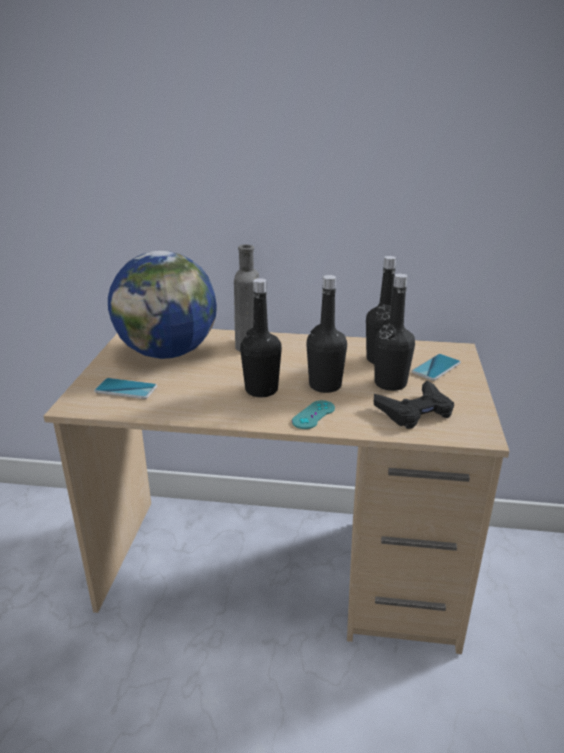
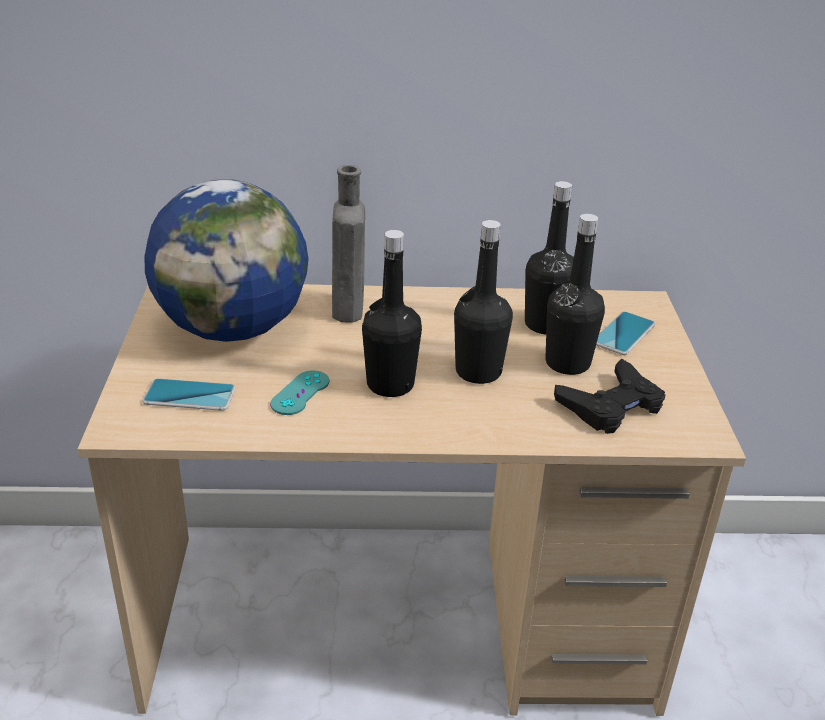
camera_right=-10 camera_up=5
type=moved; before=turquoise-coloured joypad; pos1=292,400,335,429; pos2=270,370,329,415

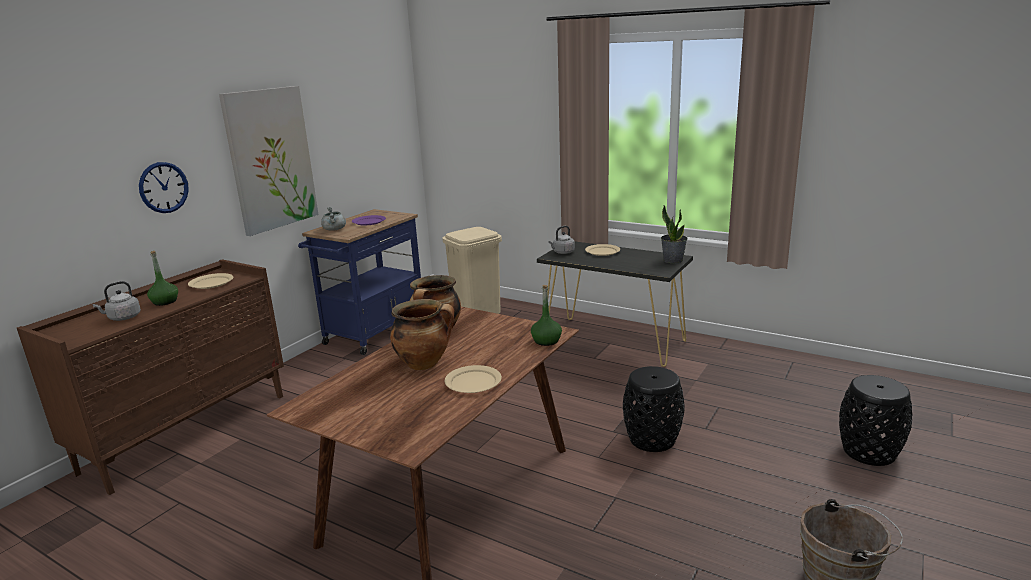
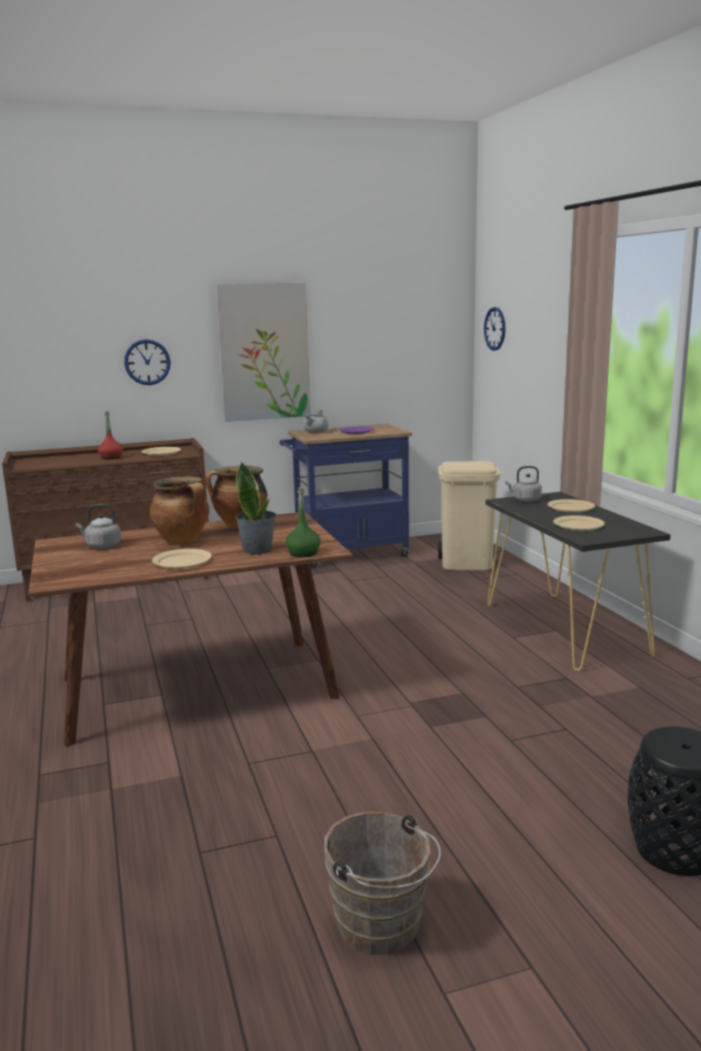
camera_right=40 camera_up=-5
type=moved; before=grey tea kettle; pos1=93,281,141,321; pos2=76,504,121,548
type=recoloured; before=green bottle; after=reddish bottle; pos1=147,251,178,306; pos2=98,411,123,460
type=removed; before=black-coloured stool seat; pos1=623,366,684,452
type=moved; before=houseplant; pos1=661,205,688,263; pos2=235,462,276,555
type=added; after=clock on the wall; pos2=484,307,506,351
type=added; after=sand-coloured flat dish; pos2=553,515,605,531

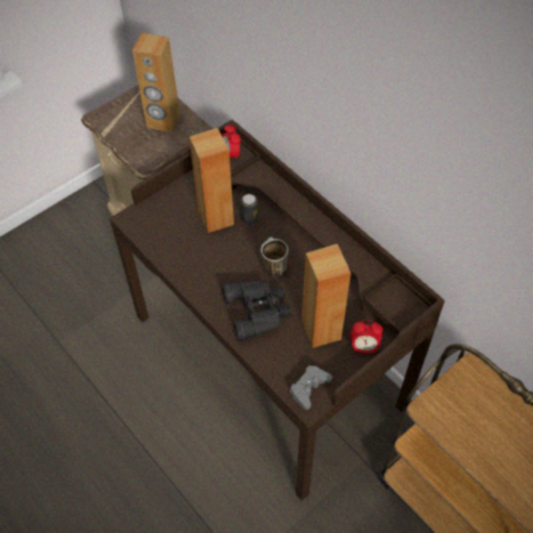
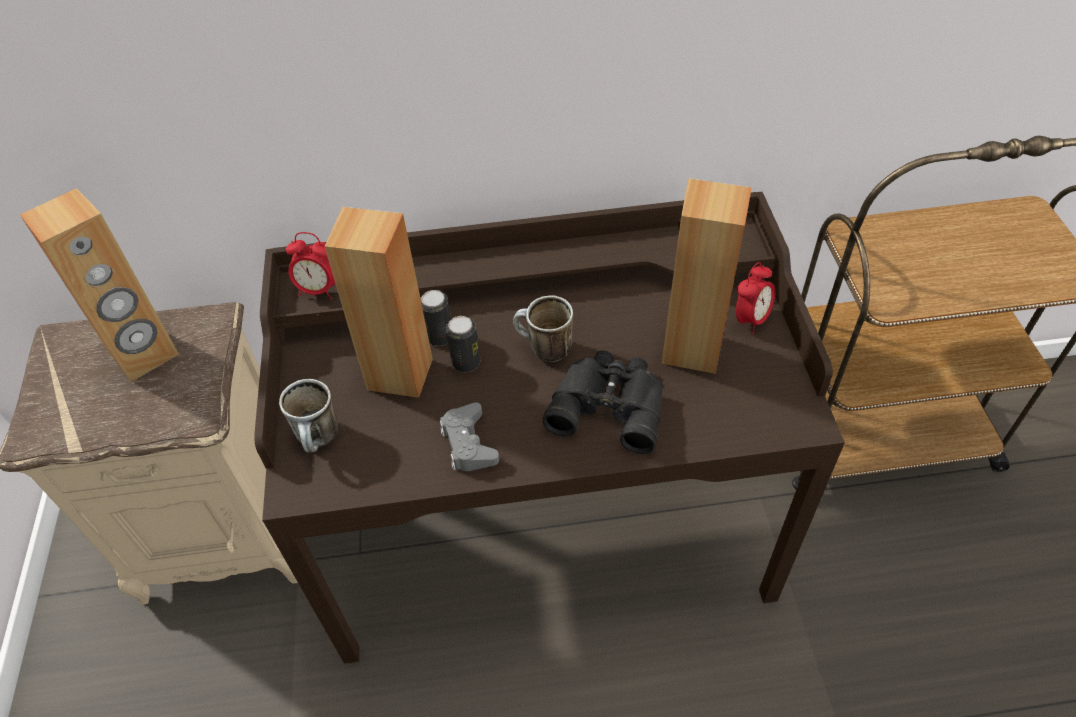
camera_right=-55 camera_up=-5
type=moved; before=grey joypad; pos1=290,365,332,410; pos2=440,402,499,471
type=added; after=tea mug; pos2=279,379,338,453
type=added; after=can; pos2=446,316,480,372

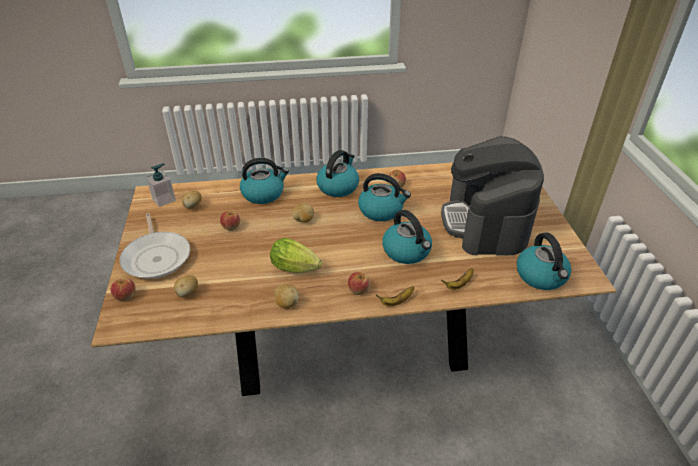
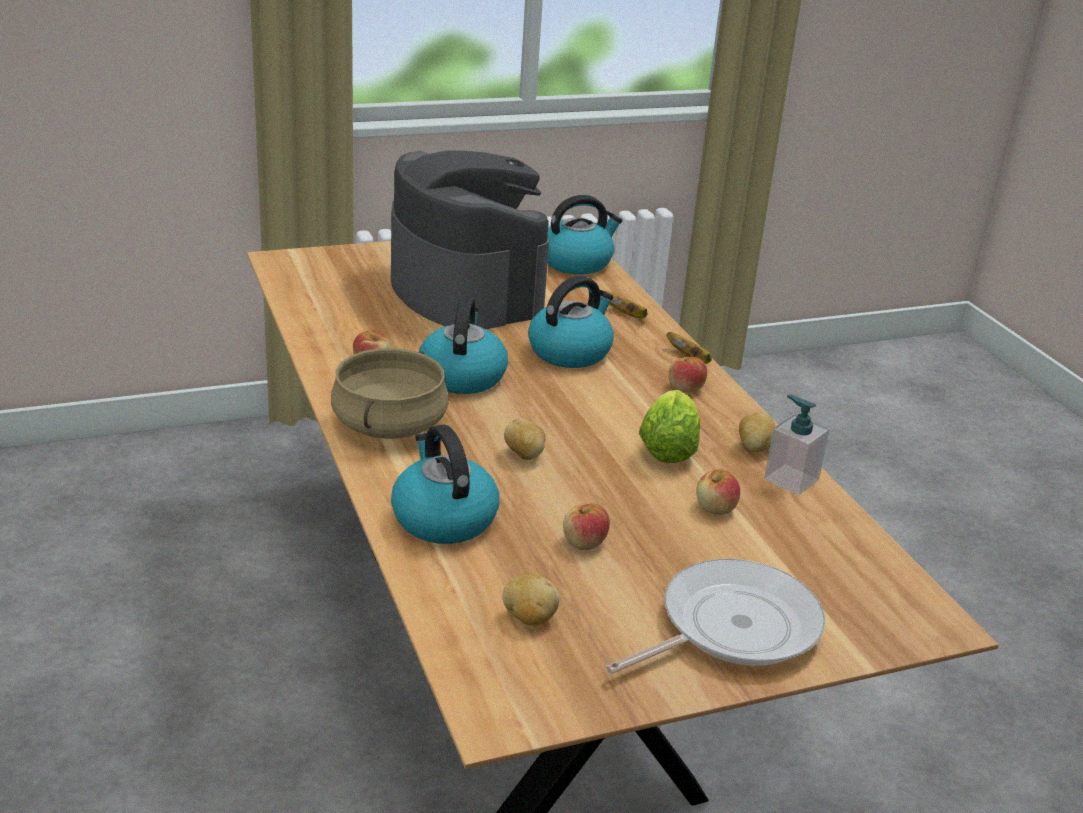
camera_right=-105 camera_up=-10
type=moved; before=whole apple; pos1=111,278,136,301; pos2=696,469,740,515
type=moved; before=soap bottle; pos1=146,163,176,207; pos2=764,394,830,495
type=removed; before=spud; pos1=174,275,198,298
type=replaced; before=tea kettle; after=sand-coloured cooking pot; pos1=316,150,359,197; pos2=331,348,449,439
type=turned; before=coffee maker; pos1=441,136,544,255; pos2=391,150,549,329; turn=-105

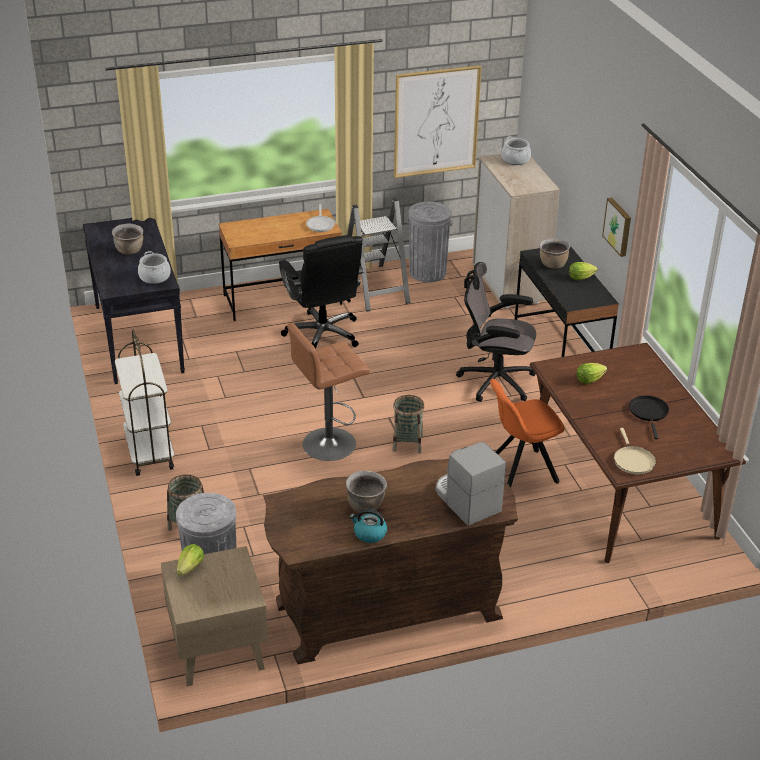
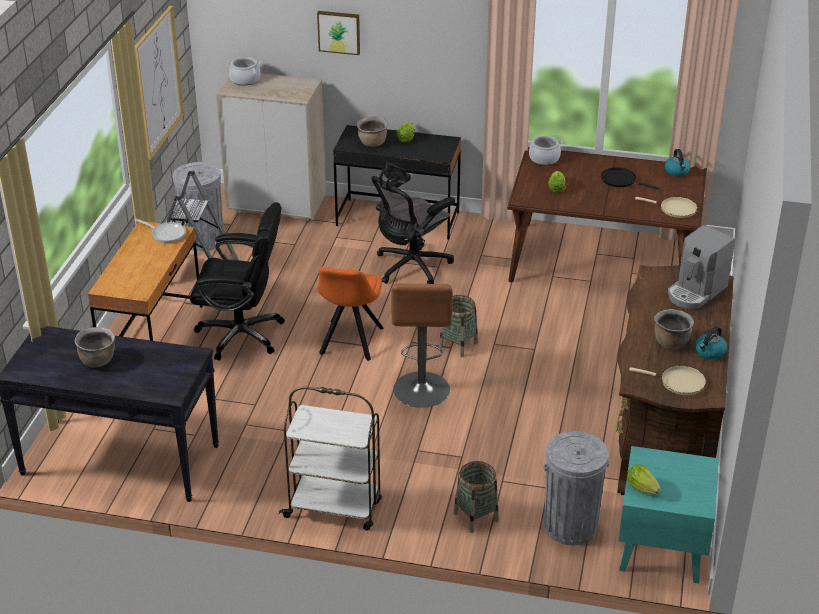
camera_right=-60 camera_up=0
type=moved; before=cooking pot; pos1=138,251,171,284; pos2=528,136,563,165
type=recoloured; before=sand-coloured nightstand; after=turquoise-coloured nightstand; pos1=161,546,268,687; pos2=619,446,719,584
type=turned; before=coffee maker; pos1=436,442,506,526; pos2=668,225,735,309; turn=-45
type=moved; before=orange-coloured chair; pos1=490,379,565,487; pos2=317,267,384,361
type=moved; before=wall art; pos1=602,198,631,257; pos2=317,11,360,55
type=added; after=sand-coloured skillet; pos2=629,365,706,395
type=added; after=tea kettle; pos2=665,149,690,177

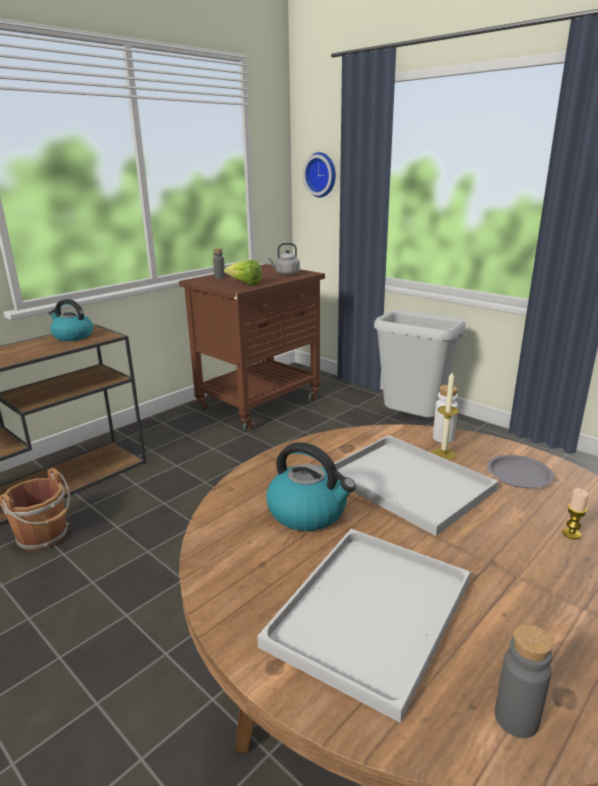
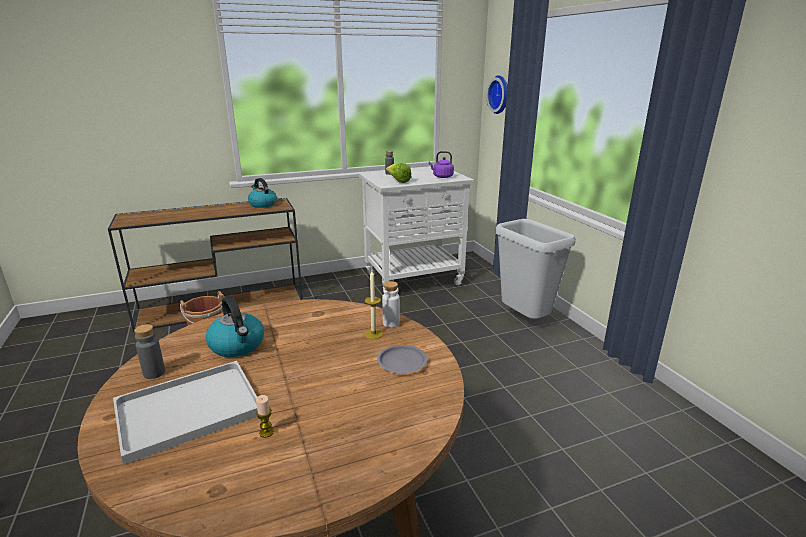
camera_right=25 camera_up=0
type=recoloured; before=brown cart; after=whitish cart; pos1=179,264,325,432; pos2=359,167,474,294
type=recoloured; before=grey tea kettle; after=purple tea kettle; pos1=268,243,300,275; pos2=429,151,454,178
type=removed; before=whitish carrying tray; pos1=334,435,498,536
type=moved; before=grey bottle; pos1=495,624,553,738; pos2=134,324,165,379
type=moved; before=wax candle; pos1=563,488,588,540; pos2=256,395,274,438

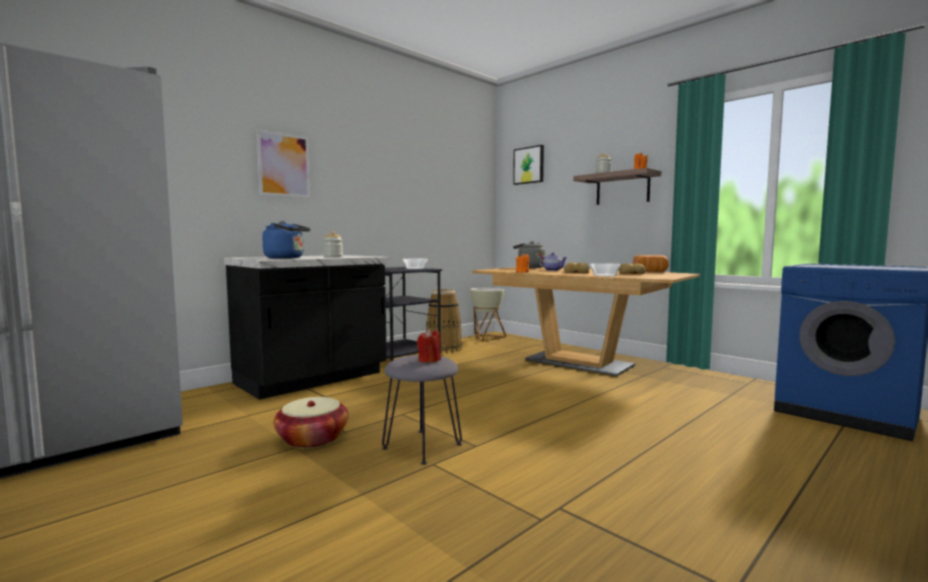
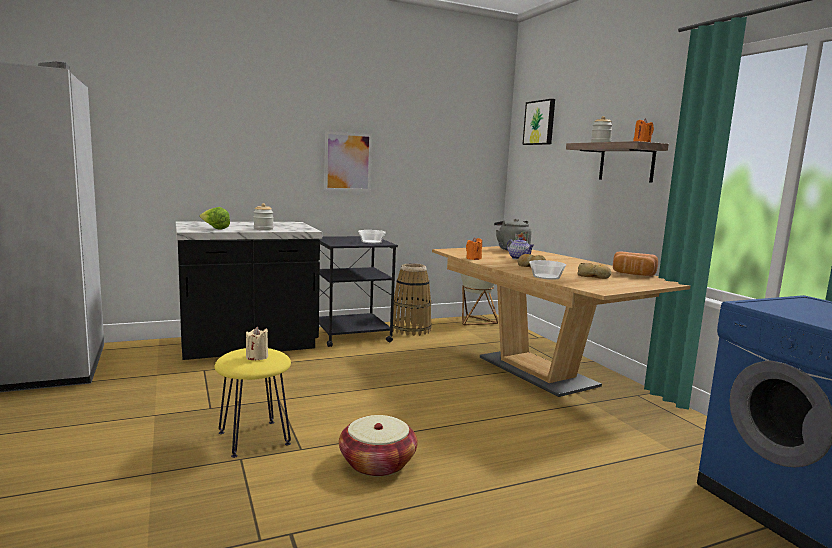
camera_right=20 camera_up=5
type=moved; before=wall art; pos1=257,129,310,198; pos2=324,131,372,191
type=replaced; before=blue tea kettle; after=lettuce; pos1=262,221,310,259; pos2=200,207,230,230
type=moved; before=storage basket; pos1=273,397,349,449; pos2=339,415,418,477
type=recoloured; before=grey stool seat; after=yellow stool seat; pos1=382,355,462,465; pos2=215,348,291,458
type=recoloured; before=reddish wax candle; after=sand-coloured wax candle; pos1=417,329,441,363; pos2=246,326,268,360

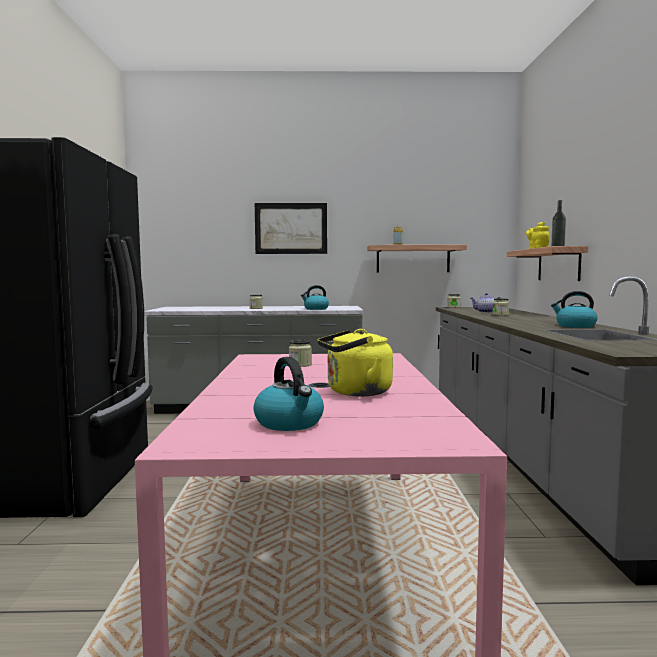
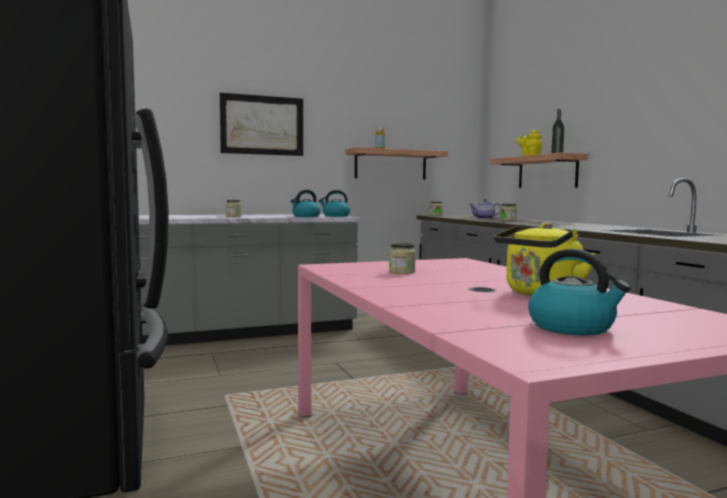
camera_right=-20 camera_up=0
type=moved; before=tea kettle; pos1=551,291,597,328; pos2=319,190,350,217

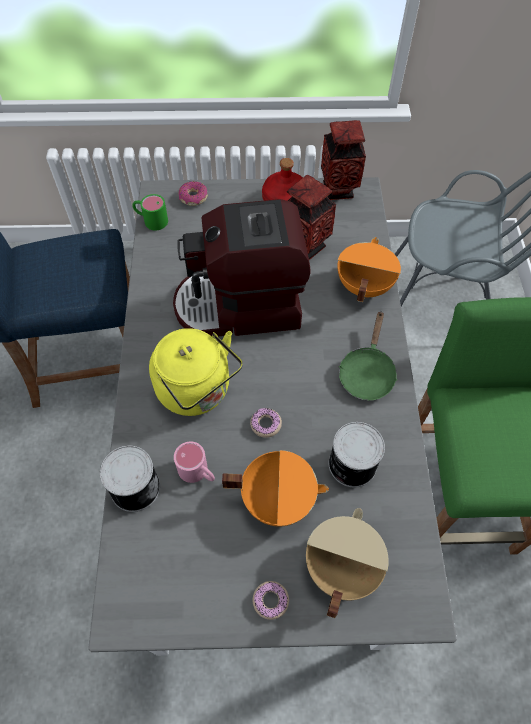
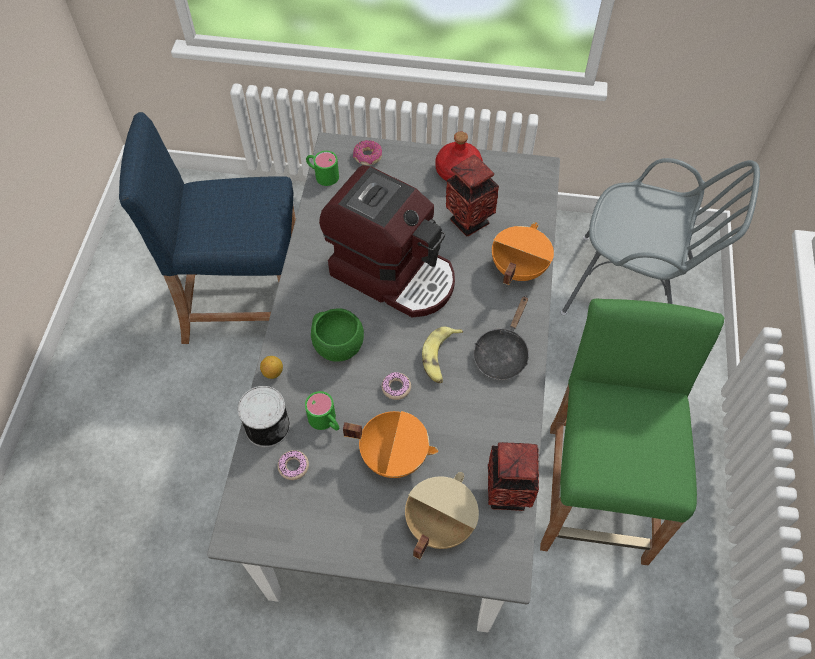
camera_right=10 camera_up=0
type=replaced; before=yellow tea kettle; after=green deep dish; pos1=149,328,243,416; pos2=311,308,364,362
type=turned; before=coffee maker; pos1=173,199,311,337; pos2=319,165,455,317; turn=-150
type=recoloured; before=pink tea mug; after=green tea mug; pos1=174,441,215,483; pos2=305,391,339,430
type=moved; before=ring doughnut; pos1=253,581,289,620; pos2=278,450,309,480
type=moved; before=flower vase; pos1=321,120,366,200; pos2=488,442,539,511
type=removed; before=can; pos1=329,422,385,487
type=recoloured; before=green skillet; after=black-coloured skillet; pos1=338,311,397,401; pos2=473,297,529,380
type=added; after=lemon; pos2=260,356,283,379
type=added; after=banana; pos2=422,327,463,383

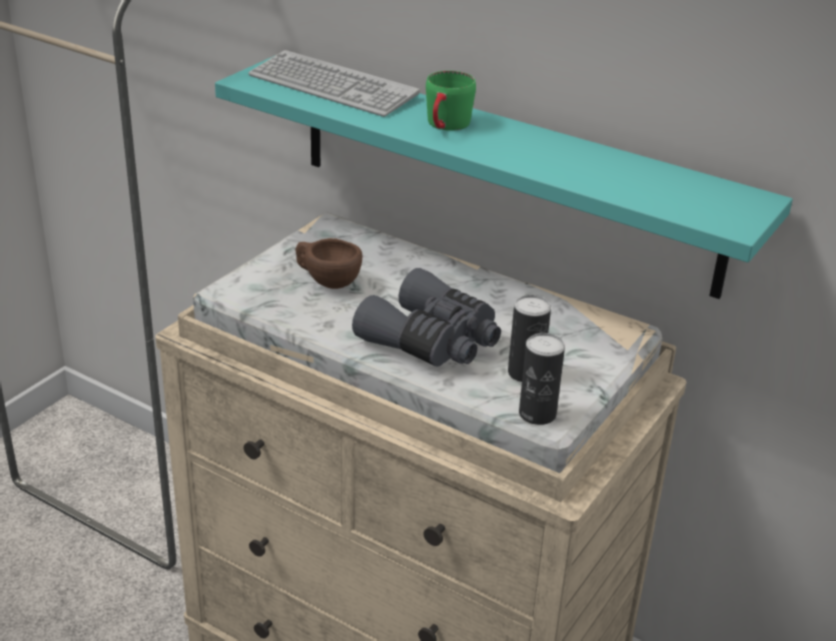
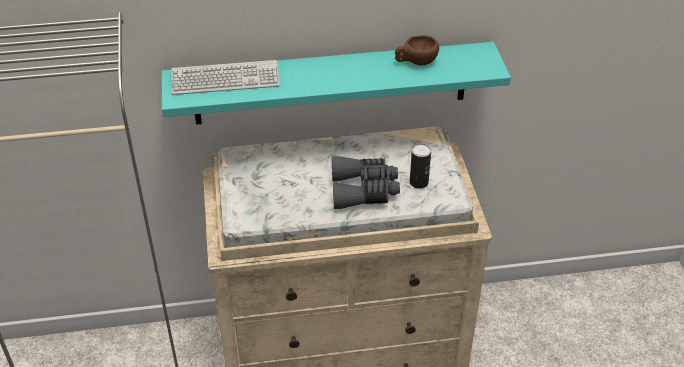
camera_right=-40 camera_up=10
type=moved; before=brown drinking cup; pos1=295,238,362,289; pos2=395,35,439,65
type=removed; before=green tea mug; pos1=426,71,476,131
type=removed; before=can; pos1=519,333,565,425

